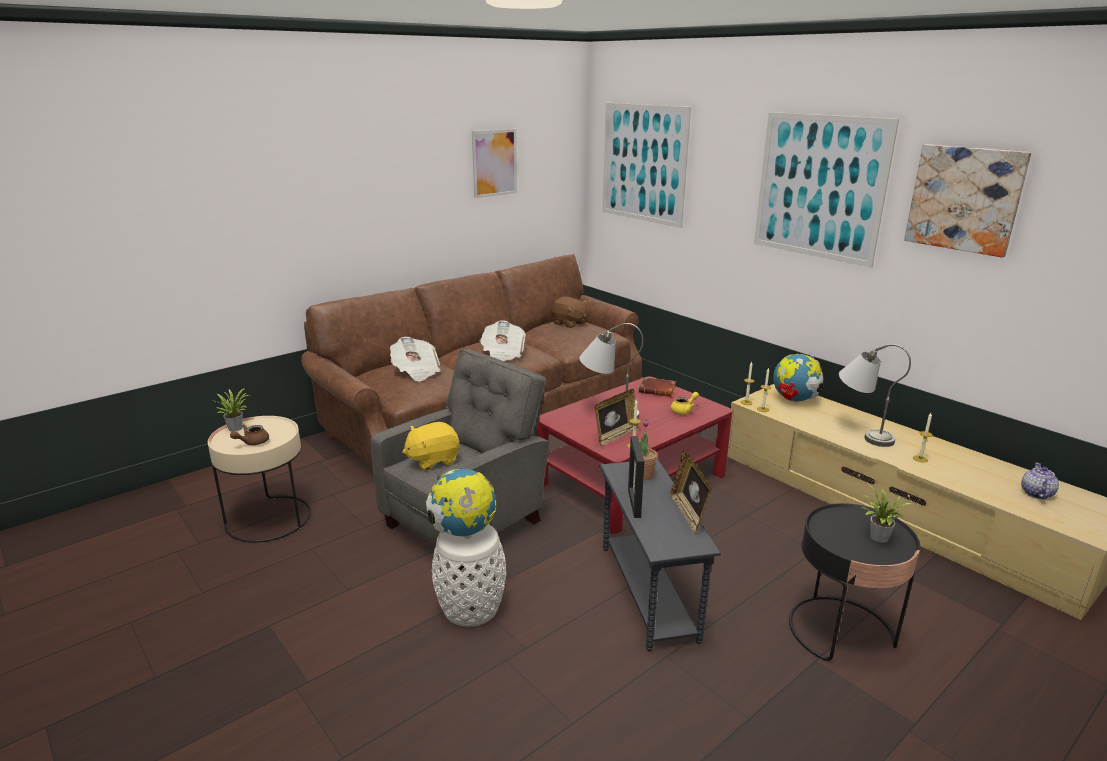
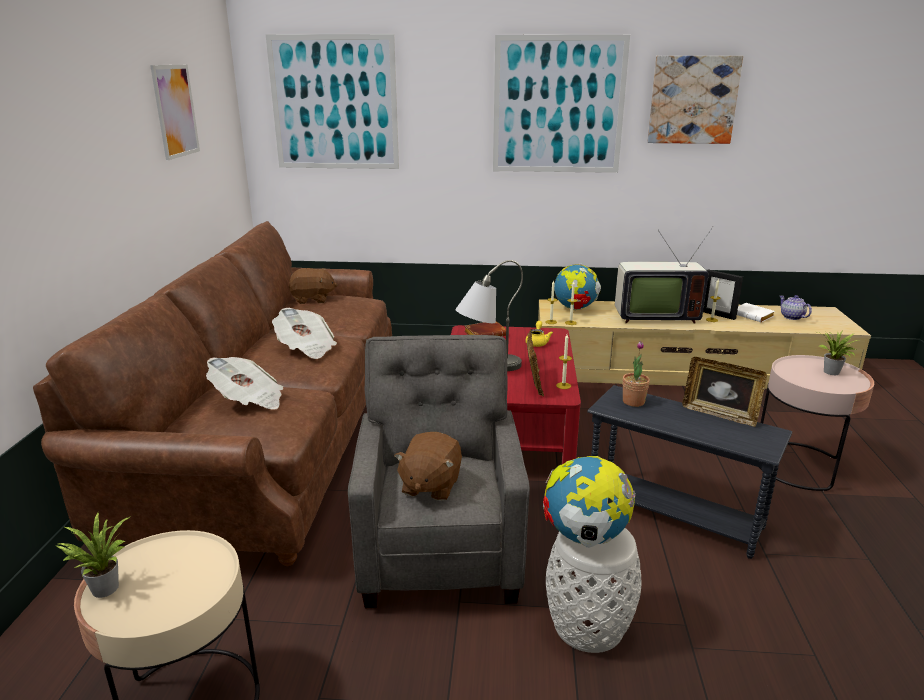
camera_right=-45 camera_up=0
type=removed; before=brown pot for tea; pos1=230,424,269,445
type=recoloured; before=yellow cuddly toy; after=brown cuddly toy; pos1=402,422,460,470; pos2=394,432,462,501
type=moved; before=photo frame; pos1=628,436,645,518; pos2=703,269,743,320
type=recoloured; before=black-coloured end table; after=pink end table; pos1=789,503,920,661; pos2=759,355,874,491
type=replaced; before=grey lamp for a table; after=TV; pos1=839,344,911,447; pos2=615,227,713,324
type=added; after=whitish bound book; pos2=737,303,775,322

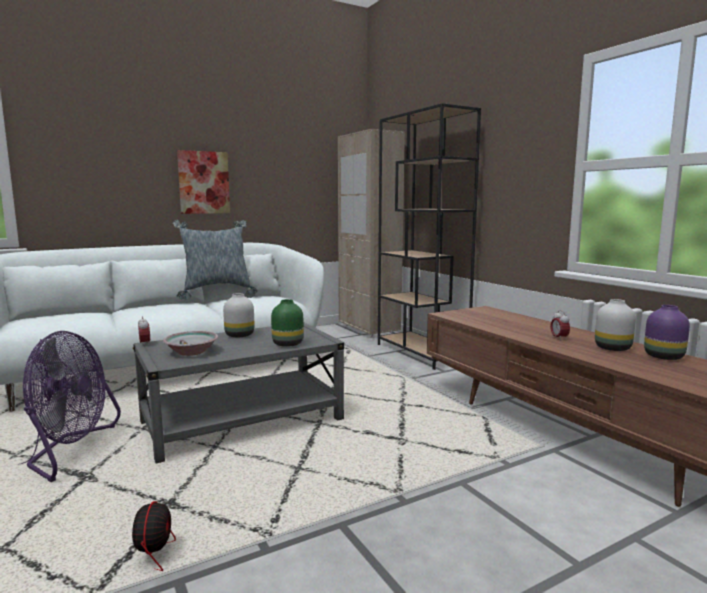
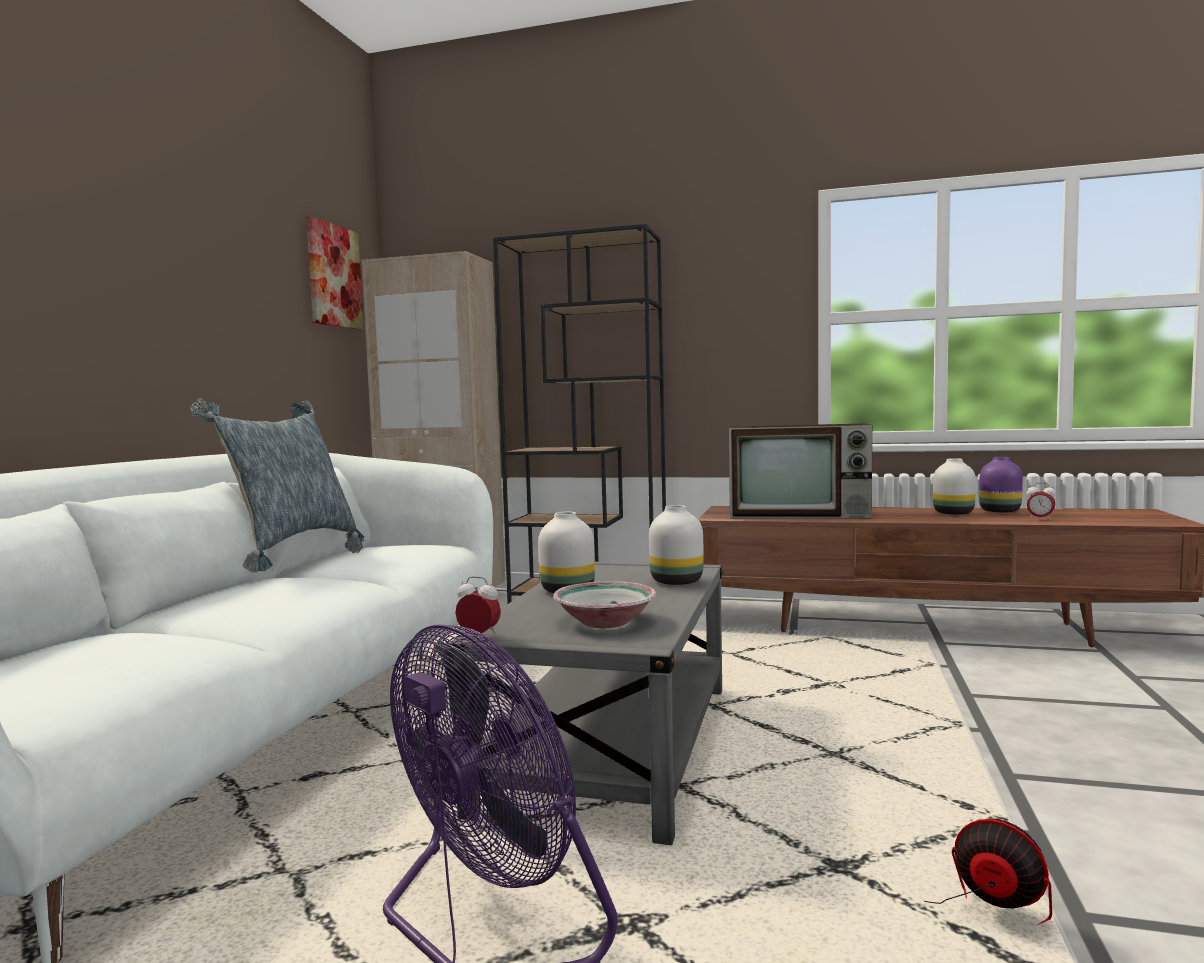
camera_right=-45 camera_up=-5
type=moved; before=wall art; pos1=177,150,230,214; pos2=306,216,364,330
type=recoloured; before=green flower vase; after=whitish flower vase; pos1=271,299,304,347; pos2=649,505,704,585
type=moved; before=bedside clock; pos1=550,310,570,341; pos2=1027,483,1056,520
type=added; after=TV; pos2=729,424,872,518

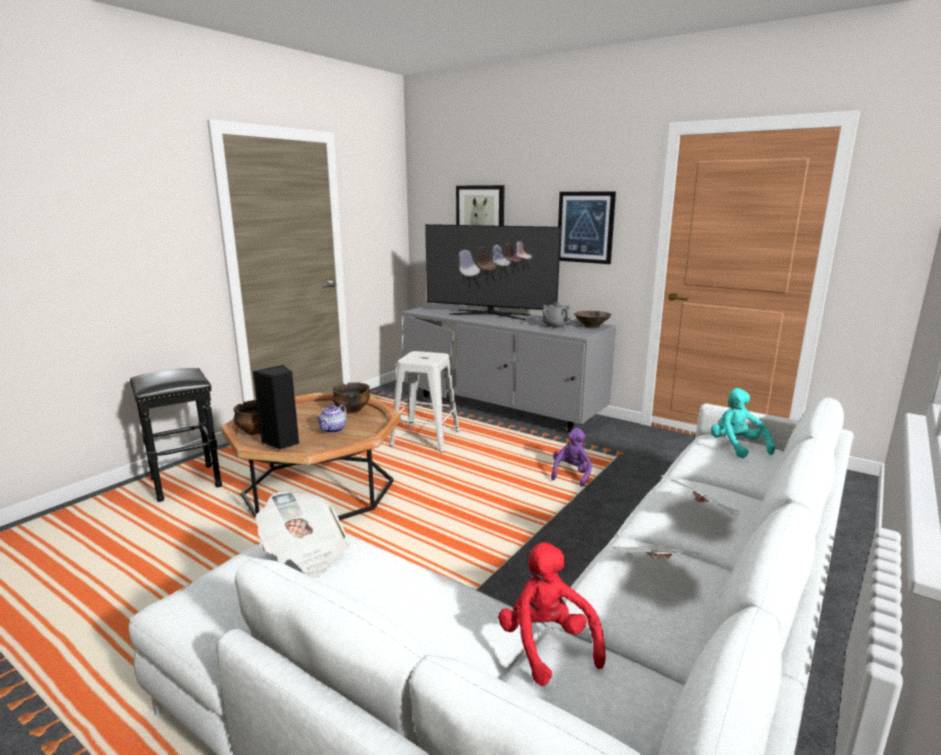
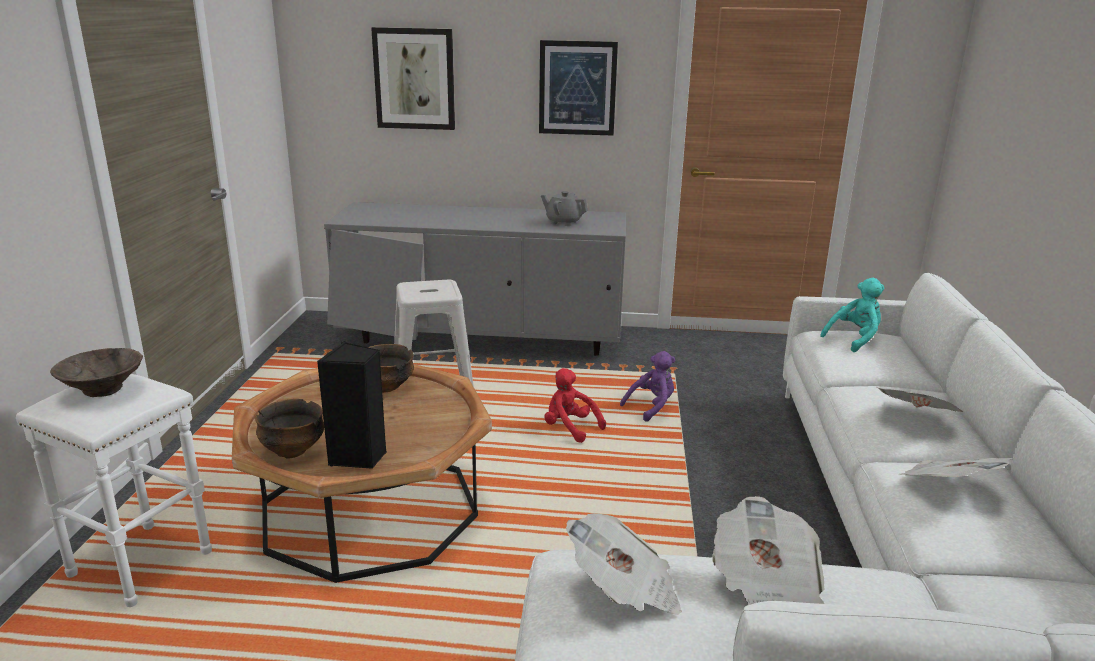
camera_right=-30 camera_up=5
type=recoloured; before=black-coloured stool seat; after=whitish stool seat; pos1=130,368,222,502; pos2=16,374,212,607
type=removed; before=pot for tea; pos1=317,404,347,433
type=removed; before=TV; pos1=425,224,561,320
type=moved; before=reddish cuddly toy; pos1=498,542,606,686; pos2=544,368,606,443
type=turned; before=purple cuddly toy; pos1=551,427,592,487; pos2=620,351,676,422; turn=60
type=moved; before=brown deep dish; pos1=574,311,611,328; pos2=50,348,143,397
type=turned; before=turquoise-coloured cuddly toy; pos1=711,388,775,458; pos2=820,278,885,352; turn=105
type=added; after=printed paper; pos2=712,496,824,605

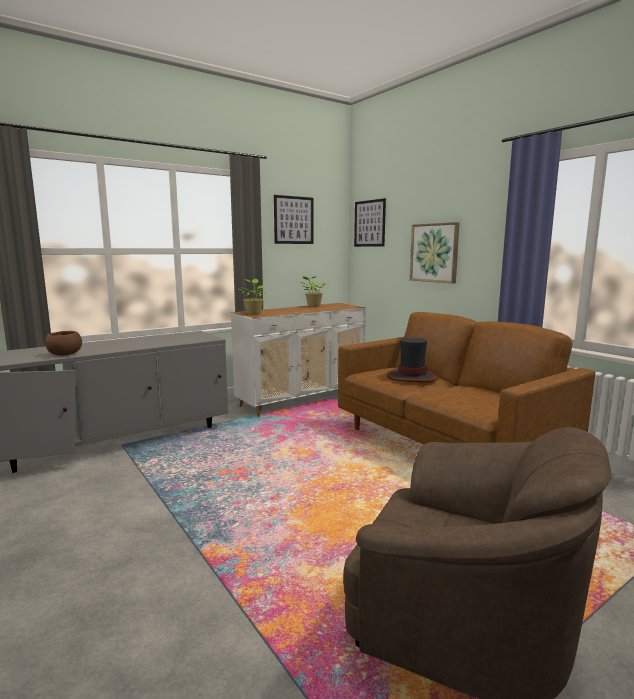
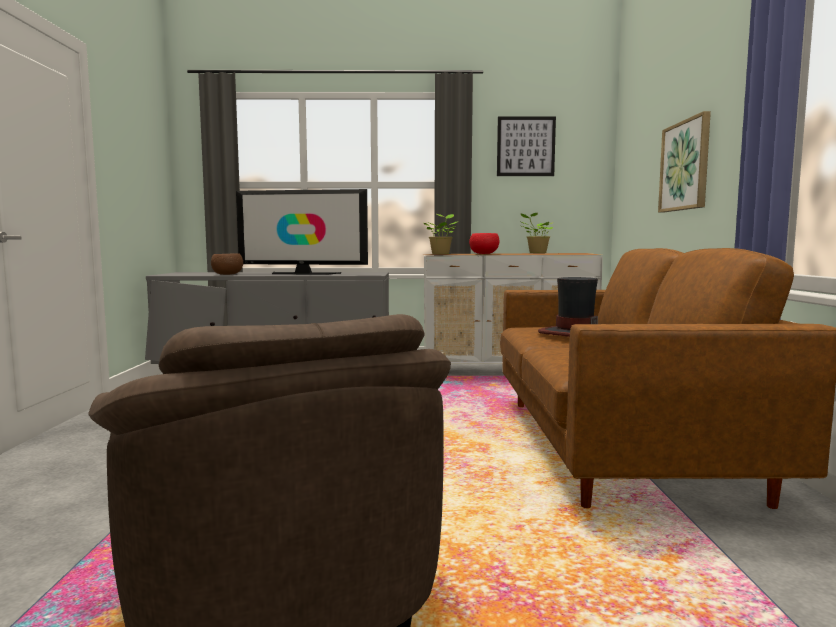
camera_right=35 camera_up=-5
type=removed; before=wall art; pos1=354,198,386,247
type=added; after=TV; pos2=236,189,368,275
type=added; after=reddish deep dish; pos2=469,233,499,254

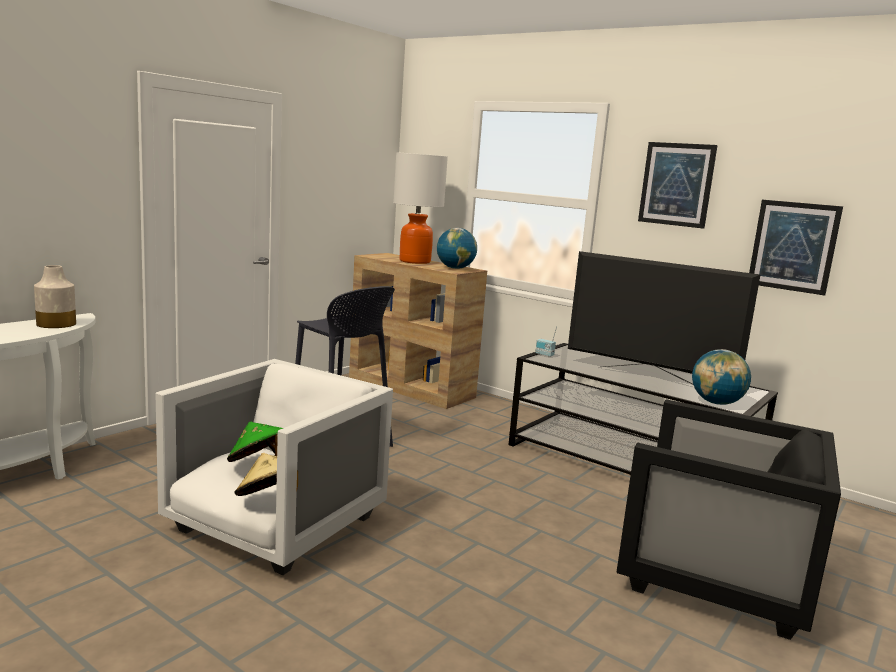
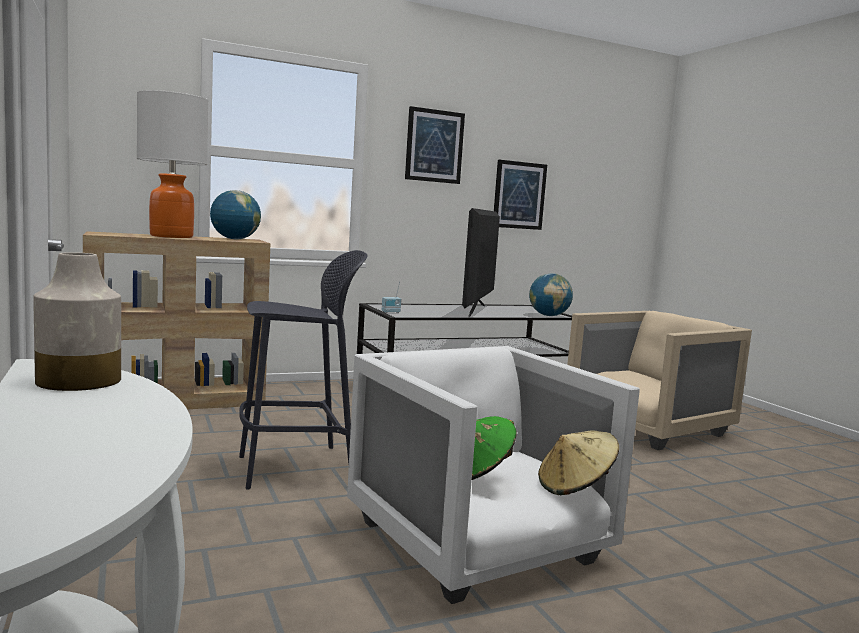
camera_right=-60 camera_up=-5
type=turned; before=TV; pos1=568,251,760,385; pos2=462,208,500,317; turn=135
type=recoloured; before=black-coloured easy chair; after=sand-coloured easy chair; pos1=617,399,841,640; pos2=567,311,752,450

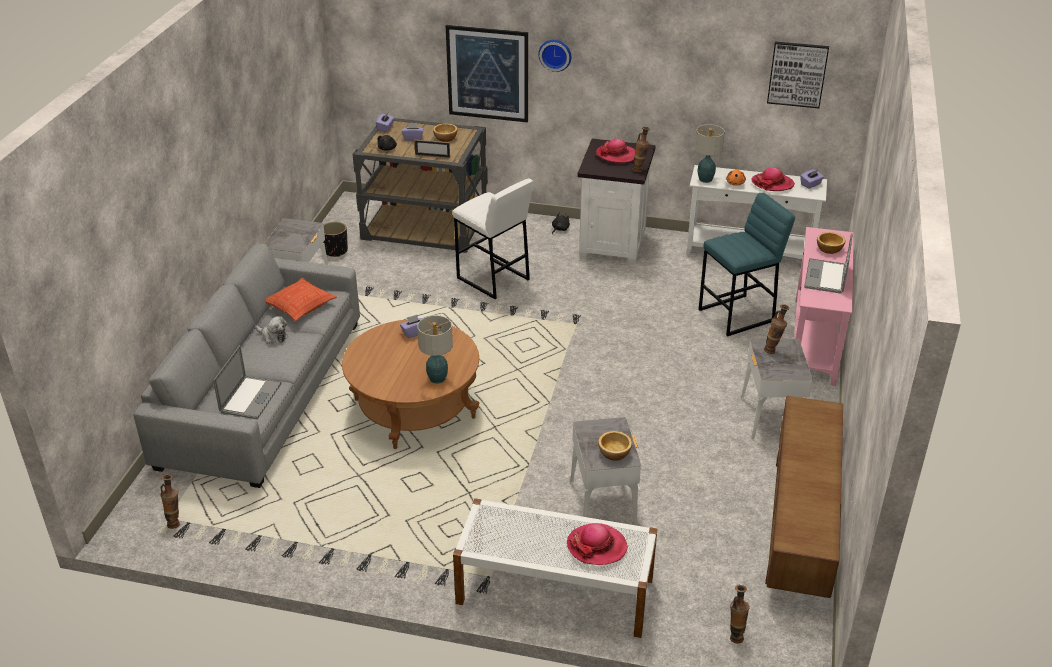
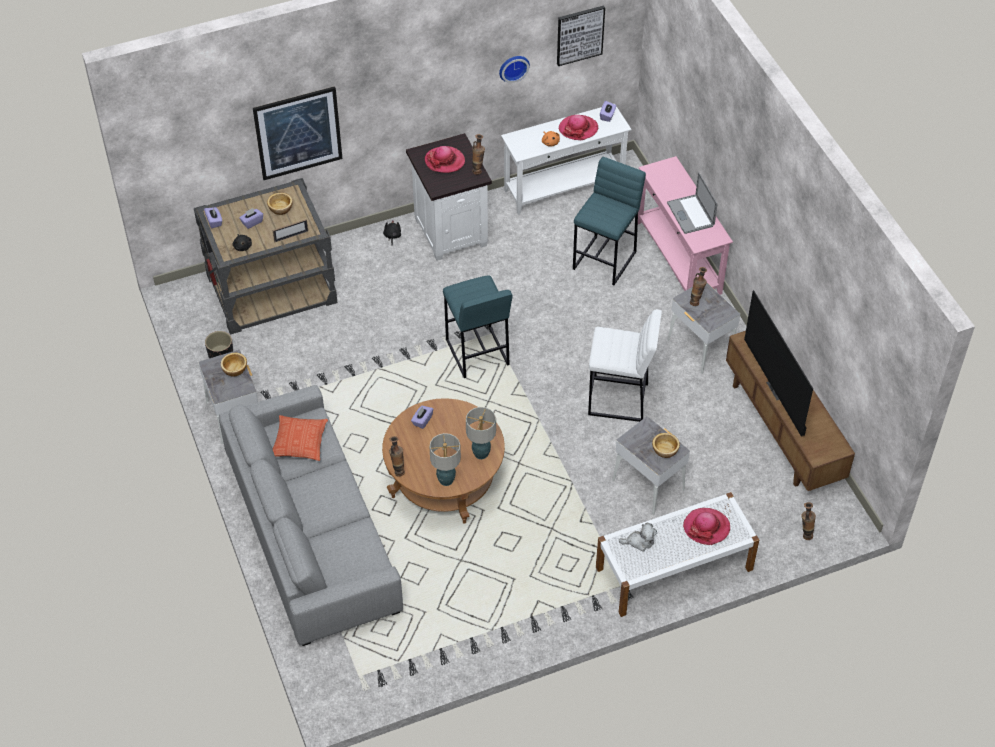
camera_right=-35 camera_up=15
type=moved; before=flower vase; pos1=160,474,180,529; pos2=389,436,405,476
type=removed; before=notebook computer; pos1=213,345,282,419
type=moved; before=cuddly toy; pos1=256,316,288,344; pos2=618,523,657,551
type=moved; before=whitish stool seat; pos1=453,178,534,299; pos2=588,309,662,422
type=moved; before=clock on the wall; pos1=538,40,571,72; pos2=499,56,530,83
type=moved; before=lamp for a table; pos1=695,124,725,183; pos2=430,433,461,486
type=moved; before=deep dish; pos1=817,232,846,254; pos2=221,353,247,377
type=added; after=turquoise-coloured stool seat; pos2=443,275,513,378
type=added; after=TV; pos2=744,290,813,437

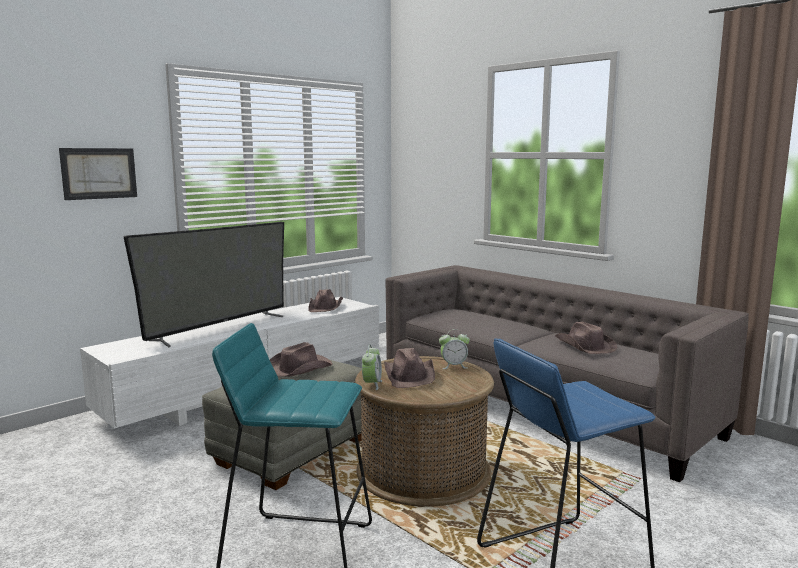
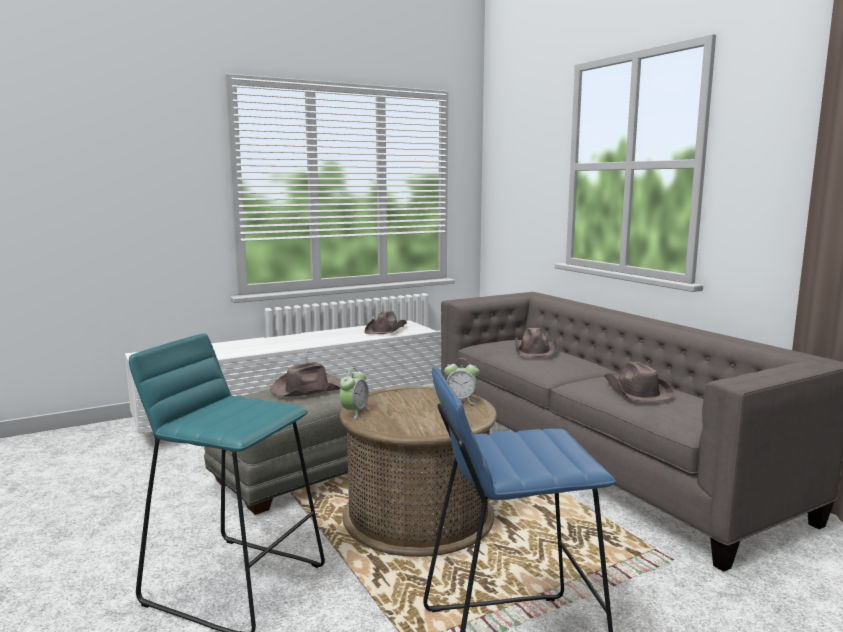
camera_right=15 camera_up=0
type=removed; before=wall art; pos1=59,148,137,200
type=removed; before=TV; pos1=124,222,284,347
type=moved; before=brown clothing hat; pos1=384,348,435,388; pos2=515,328,556,357

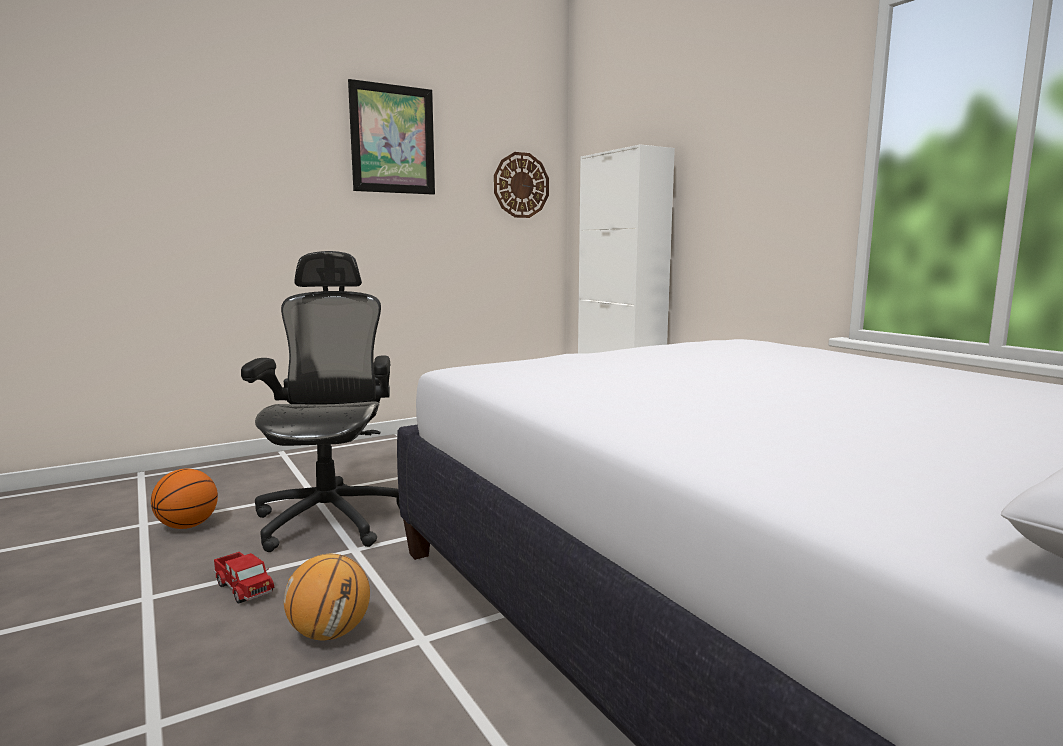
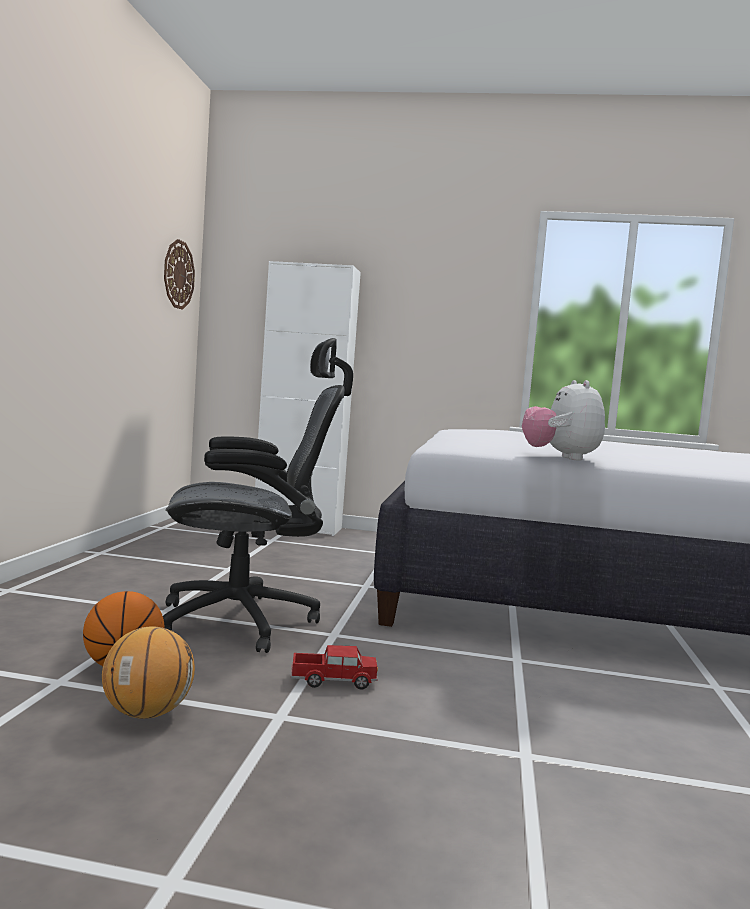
camera_right=-50 camera_up=-5
type=turned; before=office chair; pos1=241,251,400,552; pos2=163,338,353,653; turn=135
type=moved; before=ball for basketball; pos1=284,554,370,641; pos2=102,626,195,719
type=removed; before=wall art; pos1=348,79,435,195
type=added; after=cuddly toy; pos2=522,380,605,461

